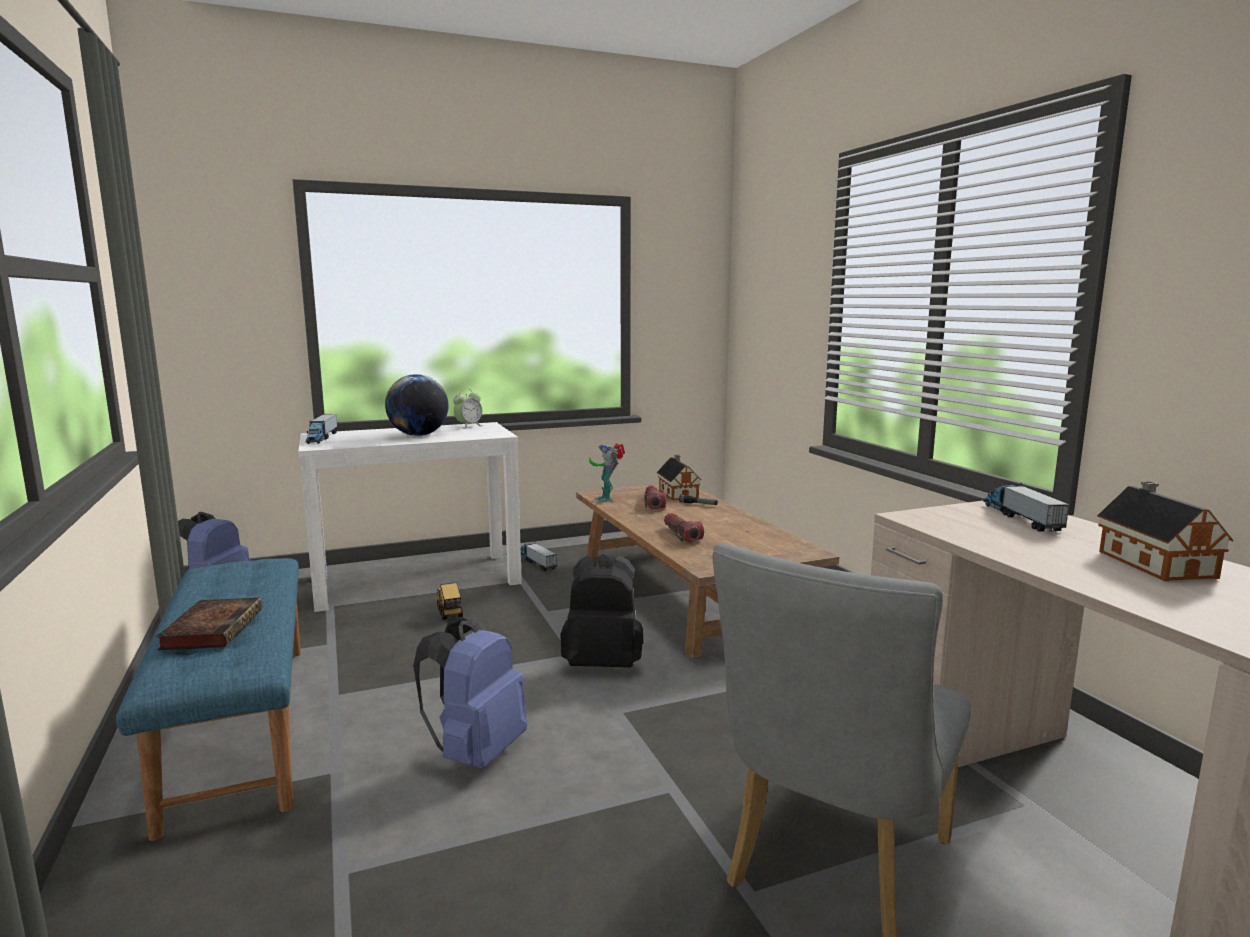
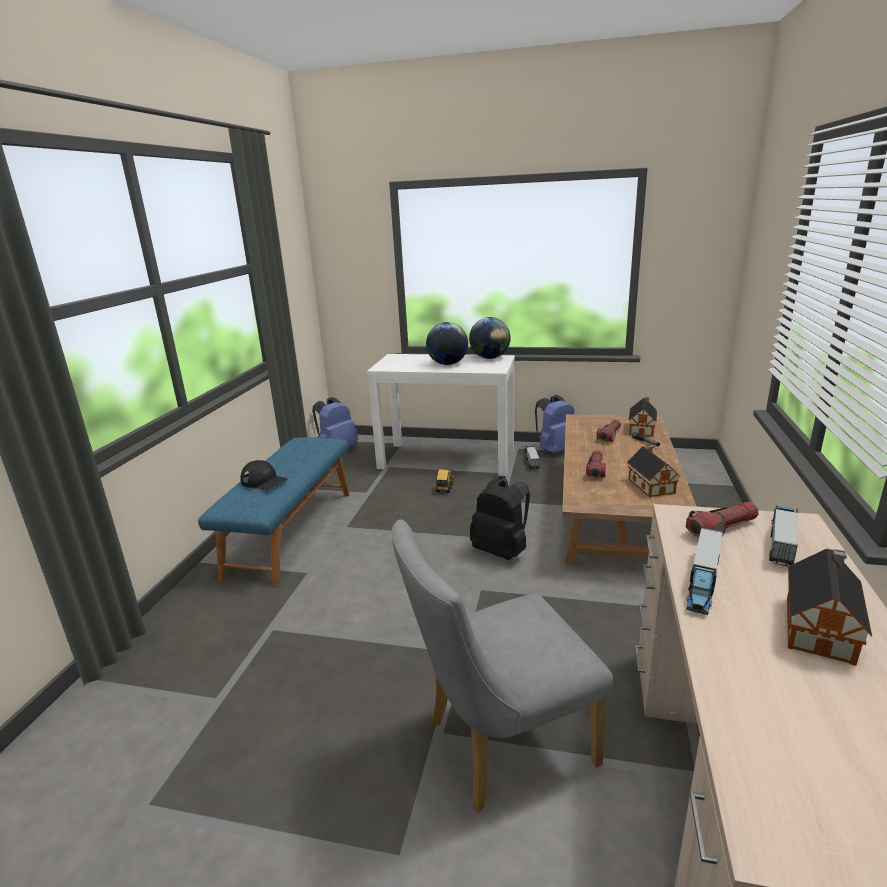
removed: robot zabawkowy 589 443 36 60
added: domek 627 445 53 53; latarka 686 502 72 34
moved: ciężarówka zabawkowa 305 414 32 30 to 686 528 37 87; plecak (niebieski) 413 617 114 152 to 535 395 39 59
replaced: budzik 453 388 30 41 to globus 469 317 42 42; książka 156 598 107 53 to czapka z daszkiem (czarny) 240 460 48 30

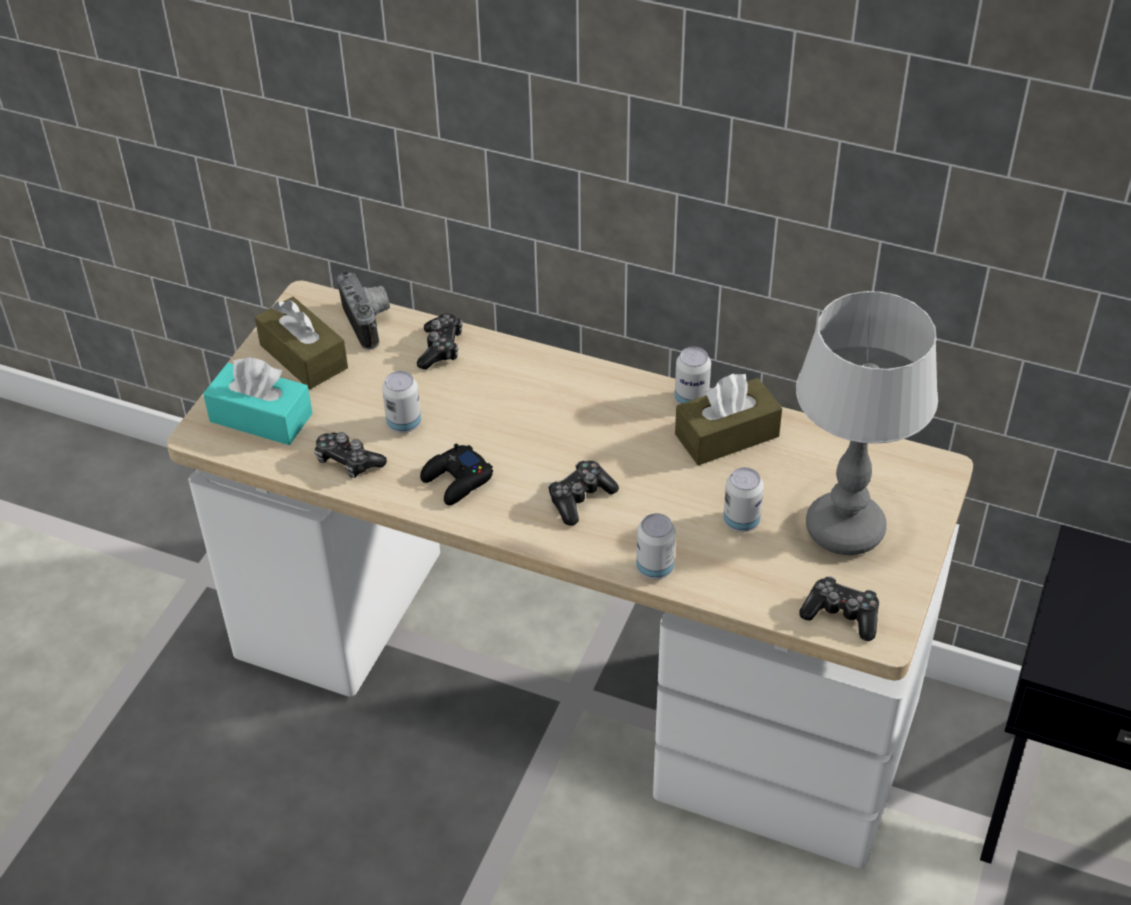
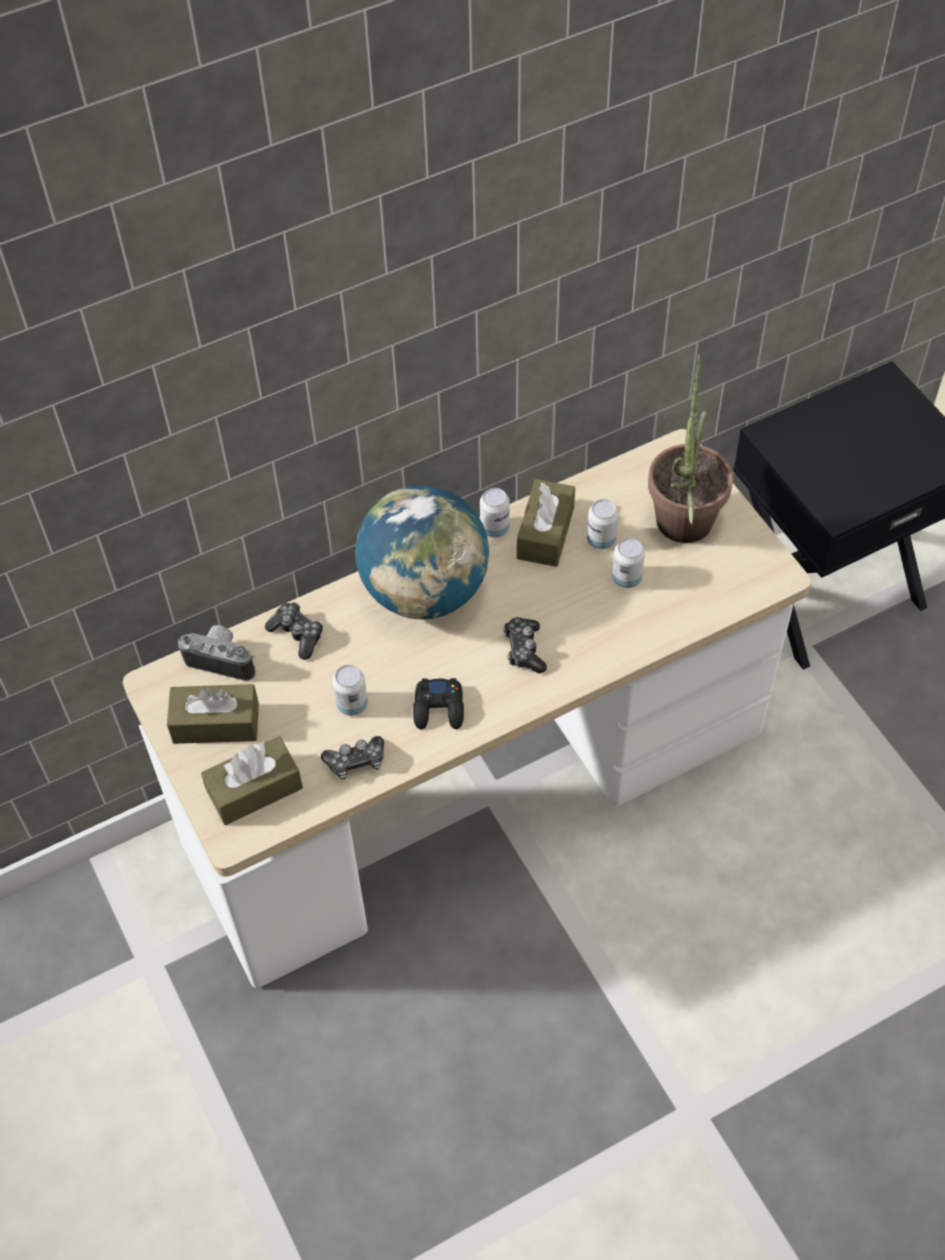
removed: pad do gier 799 576 80 65
added: globus 355 485 134 134
moved: puszka 636 513 40 66 to 587 499 32 50
replaced: lampa stołowa 796 291 142 264 to roślina doniczkowa 648 355 85 188
recoloured: pudełko chusteczek (turkusowy) 203 357 110 88 to pudełko chusteczek (brązowy) 201 736 102 89

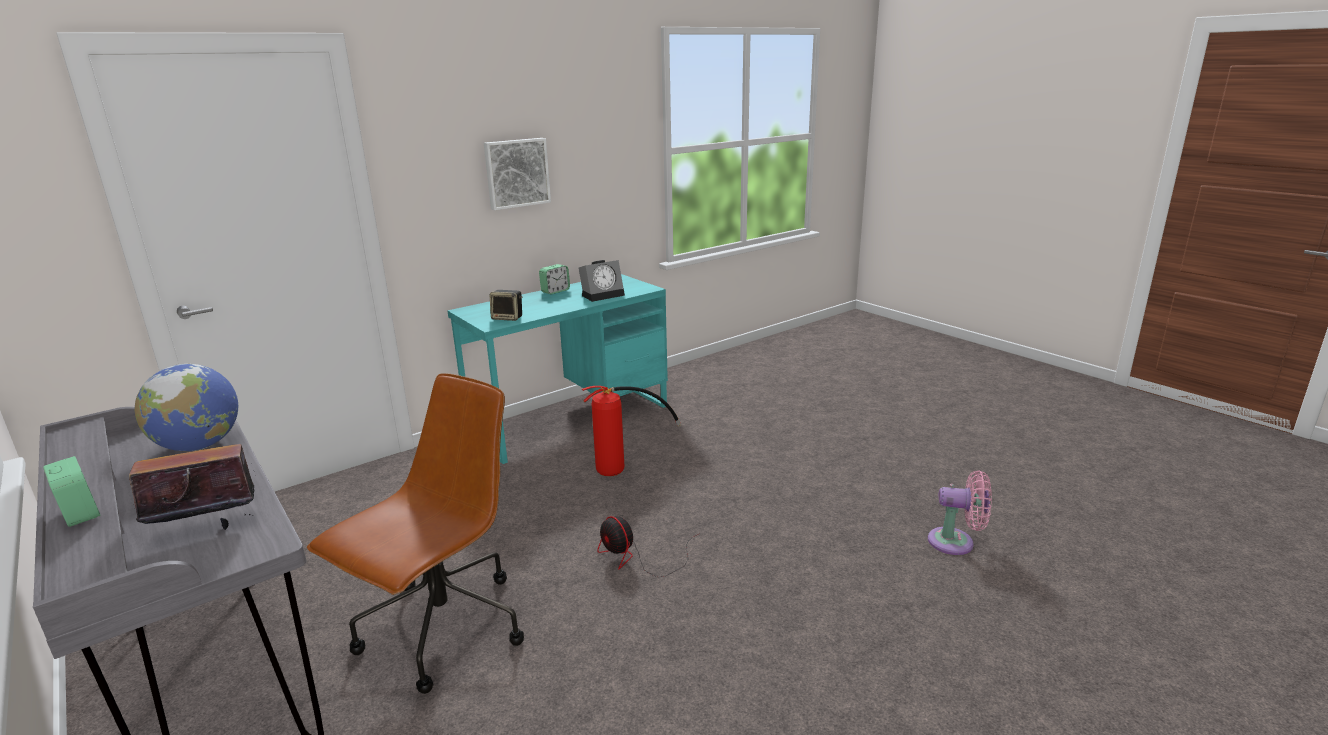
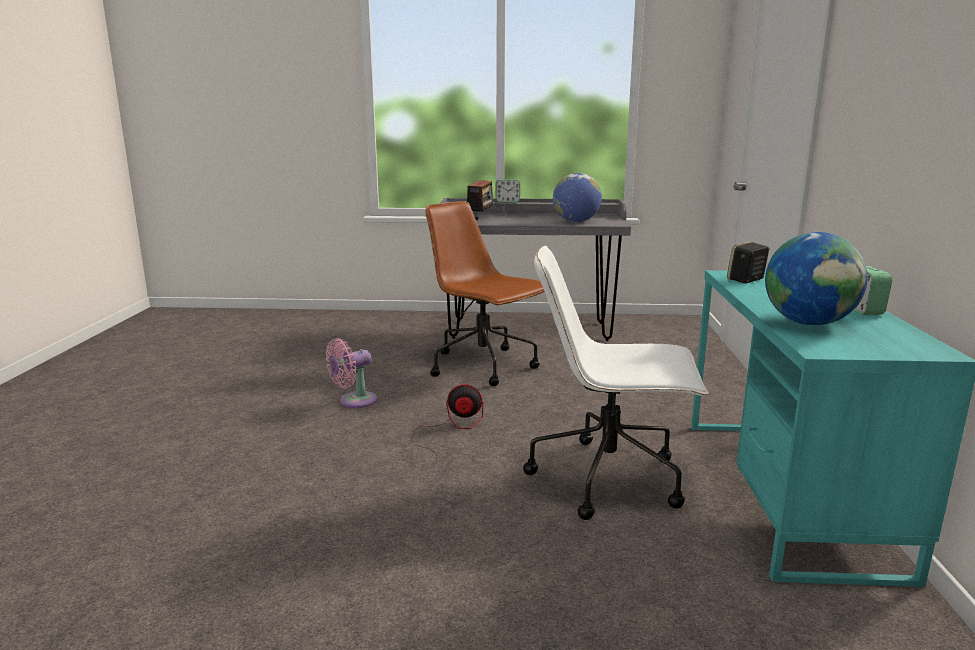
removed: obraz 484 138 67 72
moved: wentylator (różowy) 928 470 64 85 to 326 338 51 70
replaced: budzik 578 260 47 42 to globus 765 232 103 93; gaśnica 582 386 99 90 to krzesło biurowe (biały) 523 246 185 274
turned: krzesło biurowe (brązowy) 307 373 217 321 = 425 201 120 185 150 degrees clockwise

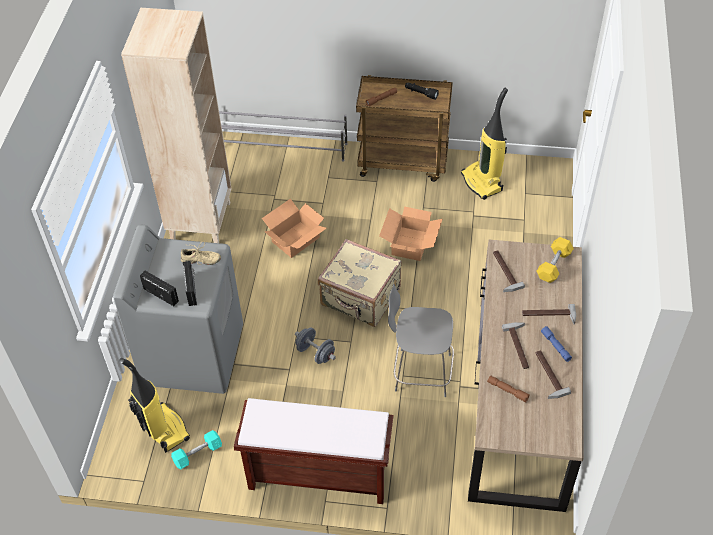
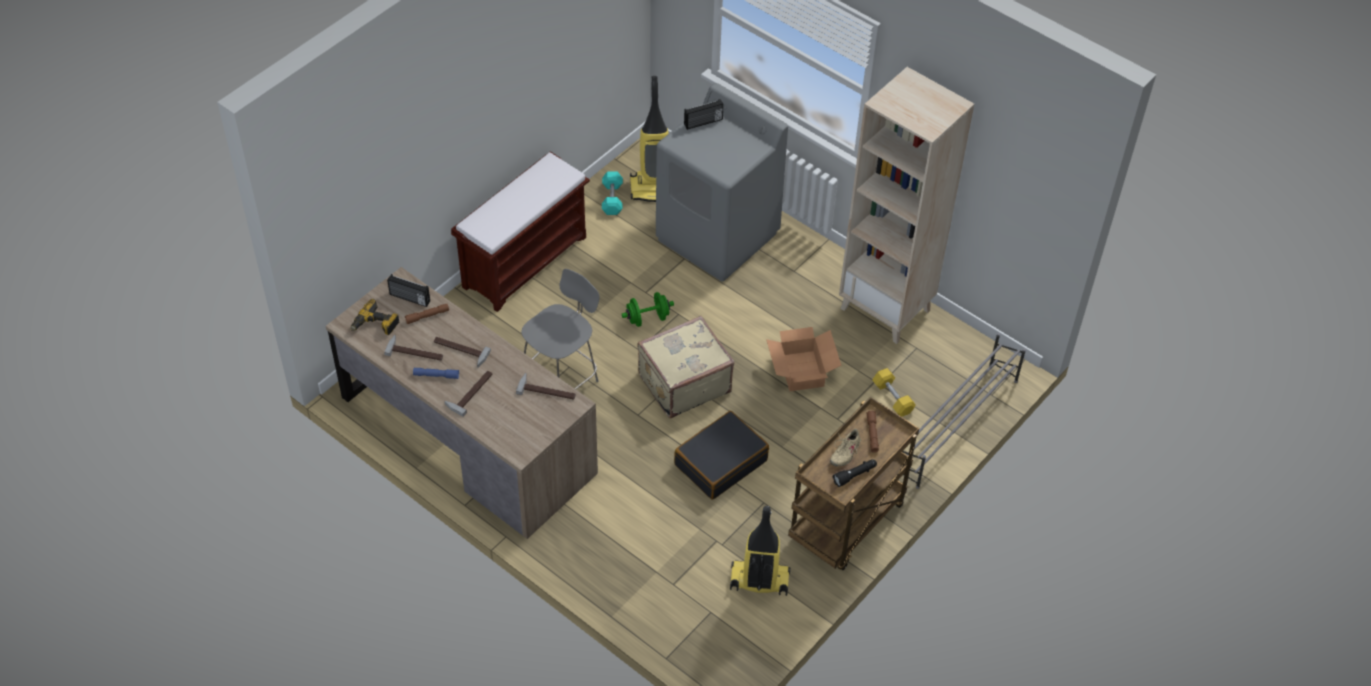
added: wiertarka 350 299 50 36
moved: hantel (żółty) 536 237 38 46 to 872 368 44 49; but (beżowy) 181 241 40 24 to 830 429 33 38; radio 183 261 14 45 to 387 274 43 33
replaced: karton 379 206 64 55 to walizka (czarny) 674 411 95 89
recoloured: hantel (szary) 295 328 41 36 to hantel (zielony) 622 292 52 35

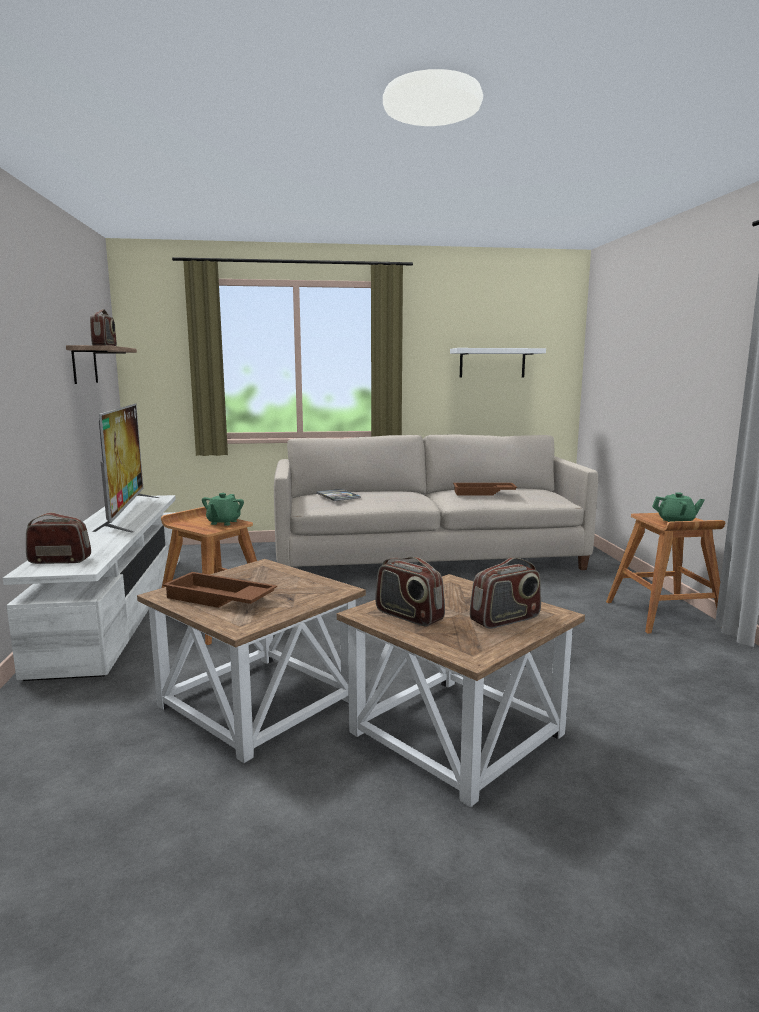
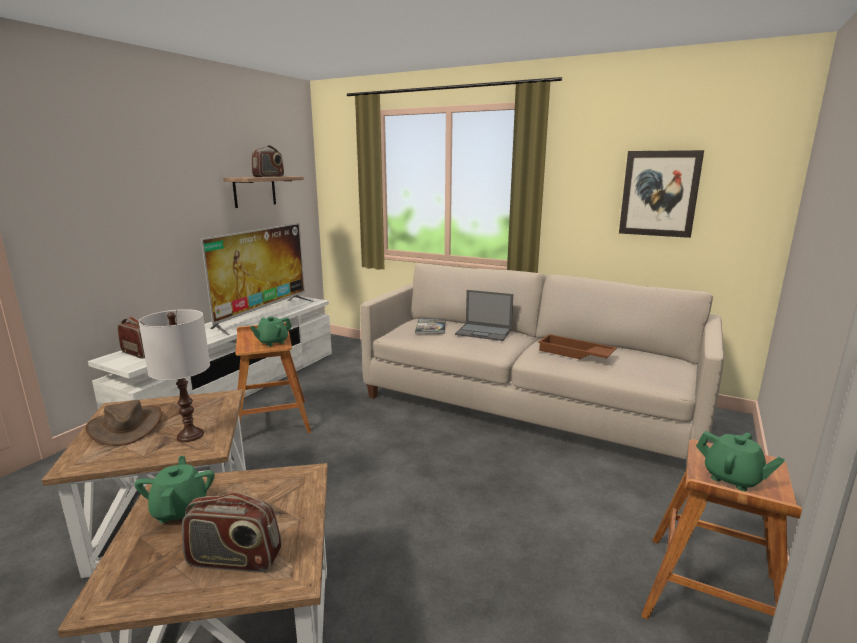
added: laptop 455 290 58 51; lampa stołowa (biały) 138 309 72 133
replaced: półka (biały) 450 348 96 30 to obraz 619 150 85 88; radio 375 557 70 69 to imbryk (zielony) 134 455 80 68; taca (brązowy) 163 572 114 36 to kapelusz (brązowy) 85 400 77 46

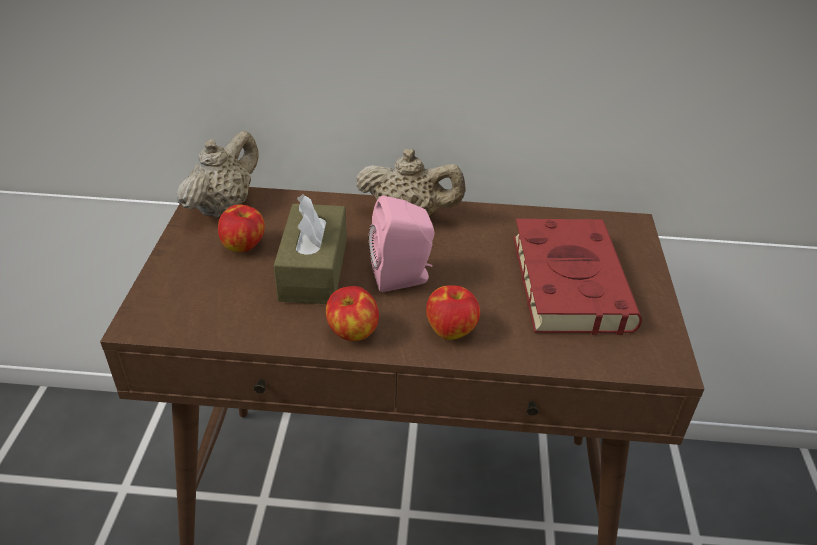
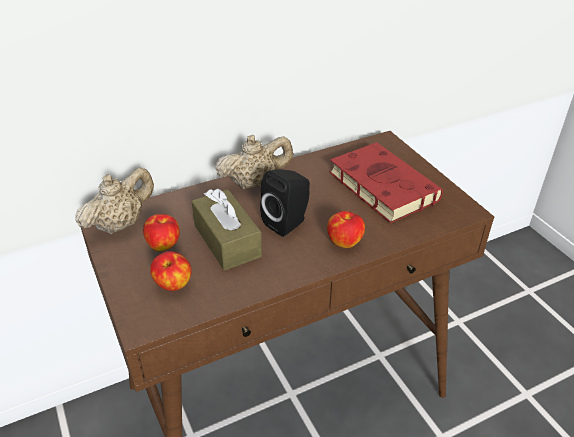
moved: jabłko 326 286 53 55 to 150 251 42 40
recoloured: głośnik (różowy) 369 196 66 96 to głośnik (czarny) 260 169 50 68
turned: imbryk (beżowy) 177 131 82 87 = 75 167 79 68 45 degrees clockwise

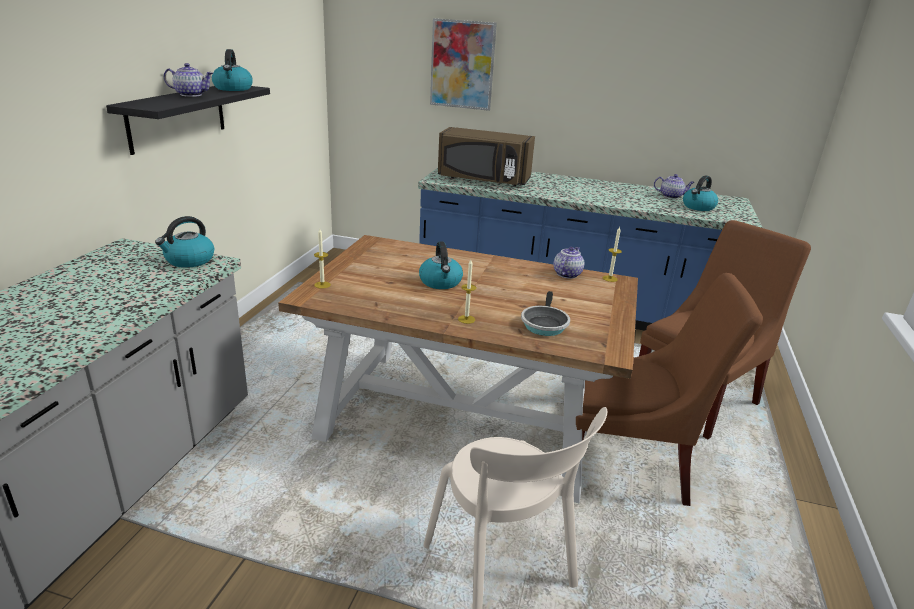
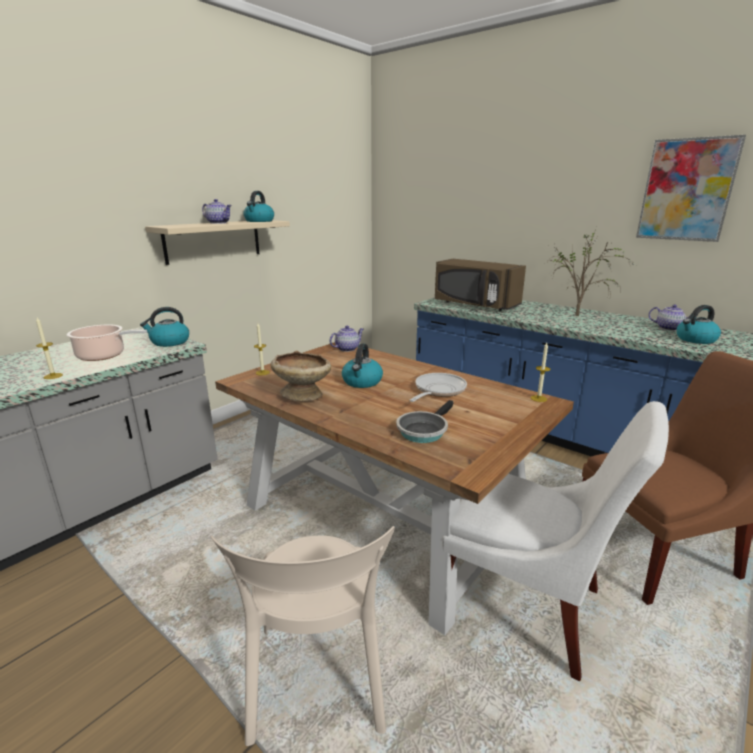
added: roślina doniczkowa 551 232 85 84; garnek 67 325 80 36; miska (beżowy) 270 350 61 51; patelnia 409 373 58 29
moved: obraz 430 18 67 93 to 636 135 110 107; imbryk 553 247 31 32 to 329 326 34 26; świeca 458 260 18 64 to 36 317 27 62
recoloured: półka (czarny) 106 86 164 69 to półka (beżowy) 145 220 145 45; krzesło (brązowy) 576 273 187 233 to krzesło (biały) 442 401 227 280

